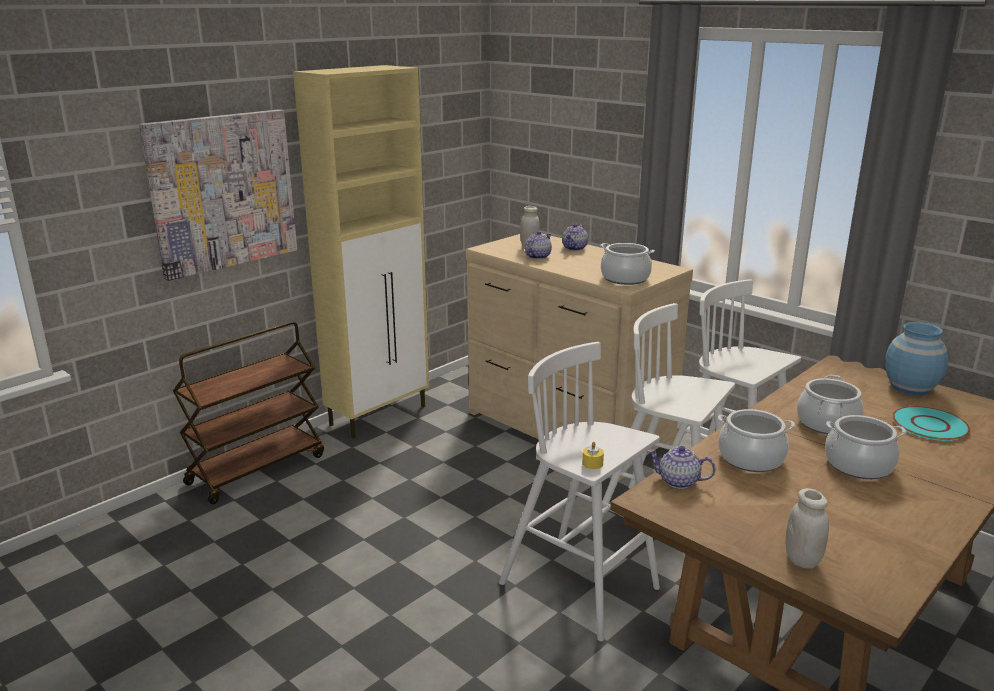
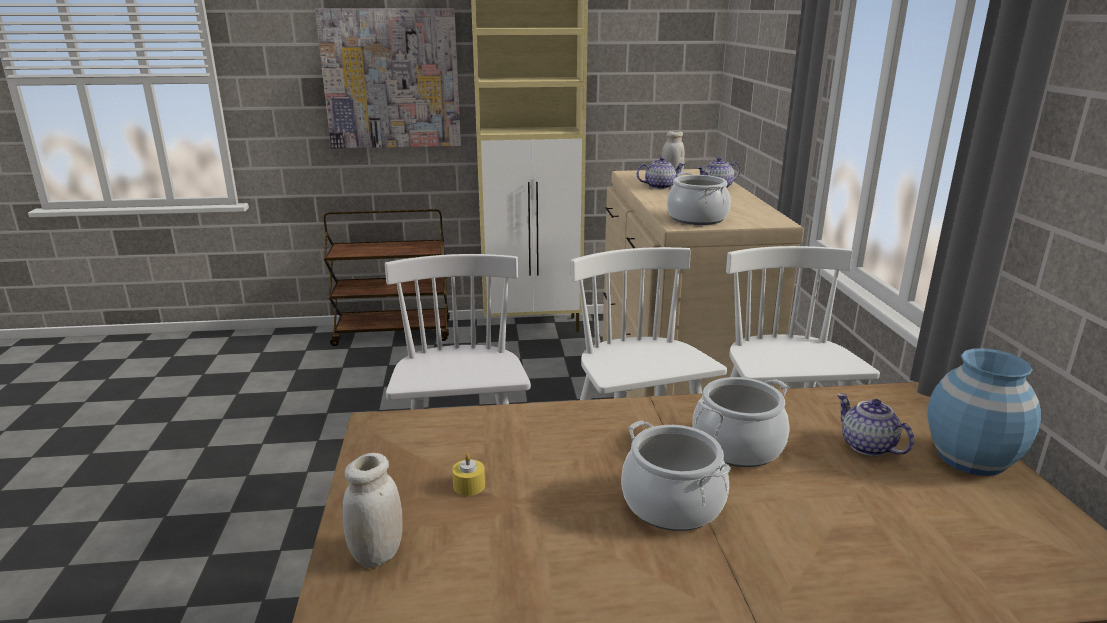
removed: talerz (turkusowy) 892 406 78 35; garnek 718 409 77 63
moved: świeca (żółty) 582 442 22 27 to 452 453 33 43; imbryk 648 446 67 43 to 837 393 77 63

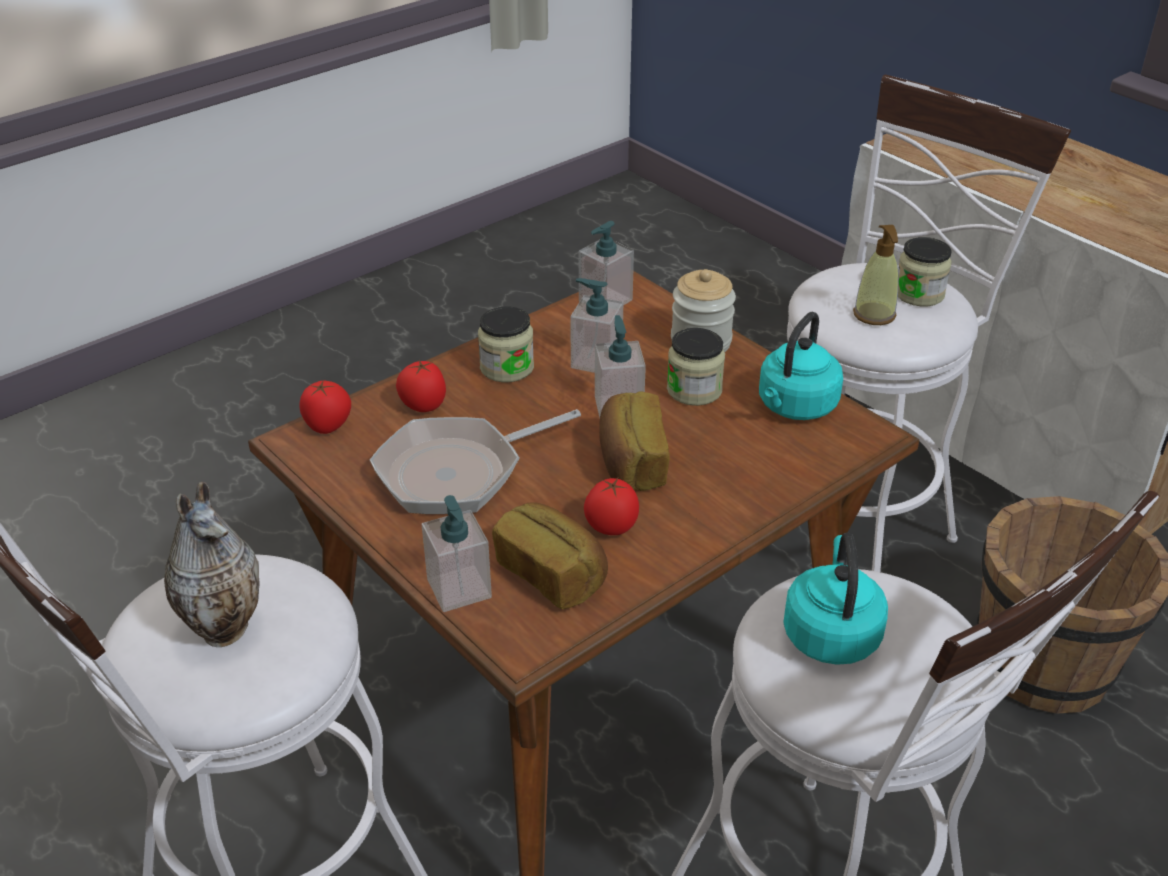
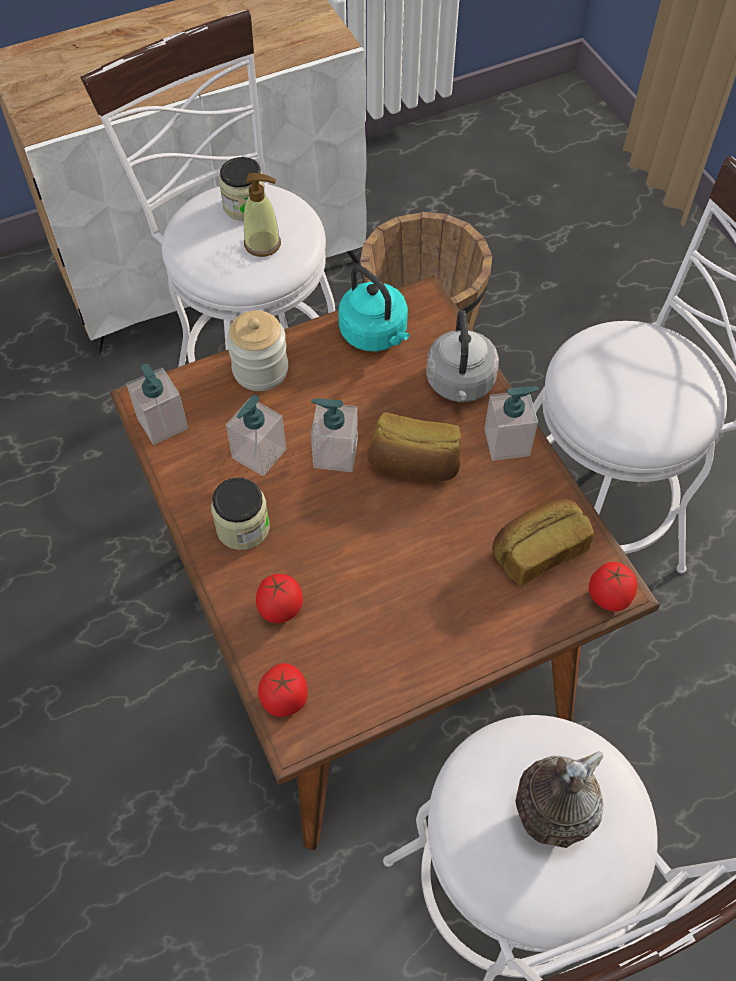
removed: słoik 667 328 58 78; patelnia 370 409 211 105; czajnik (turkusowy) 783 533 105 132
added: czajnik (szary) 426 310 73 92
moved: pomidor 584 478 55 57 to 589 562 48 49; dozownik mydła 422 495 70 117 to 484 386 55 75

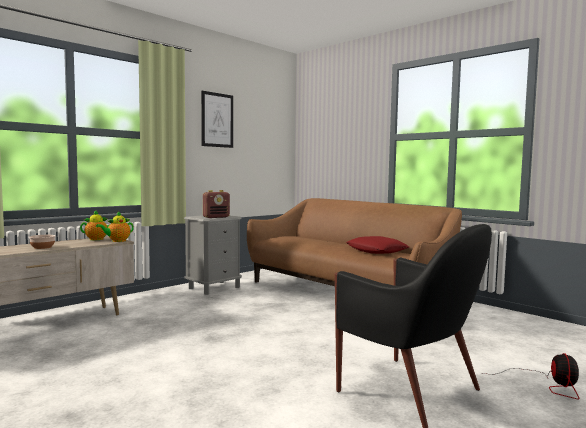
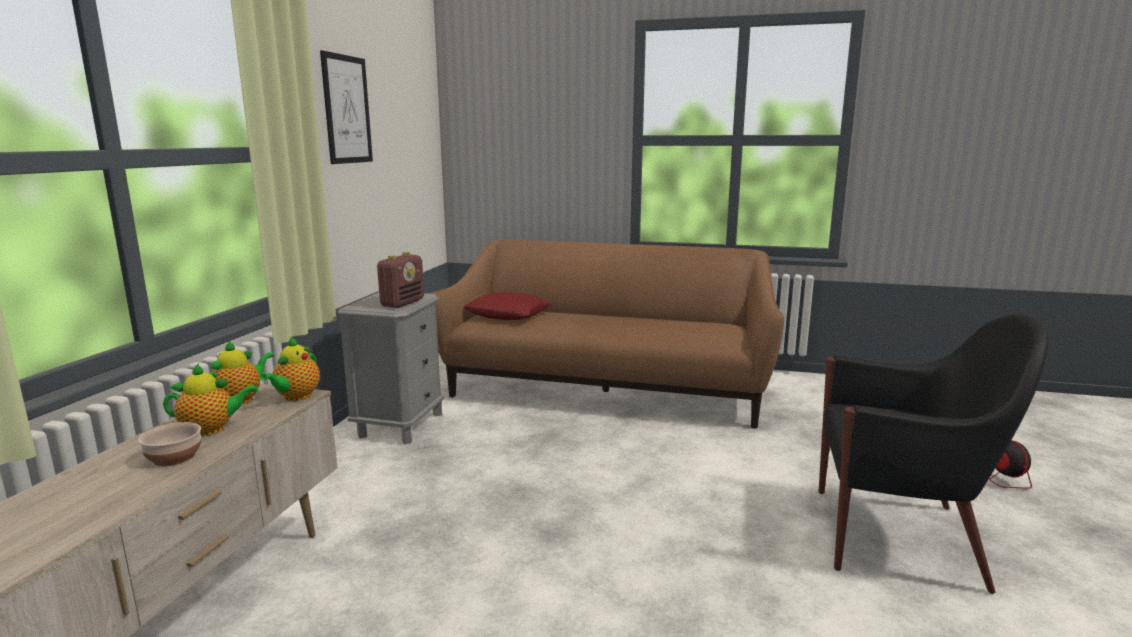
added: imbryk 163 363 96 73
moved: poduszka (czerwony) 346 236 63 18 to 463 292 89 28

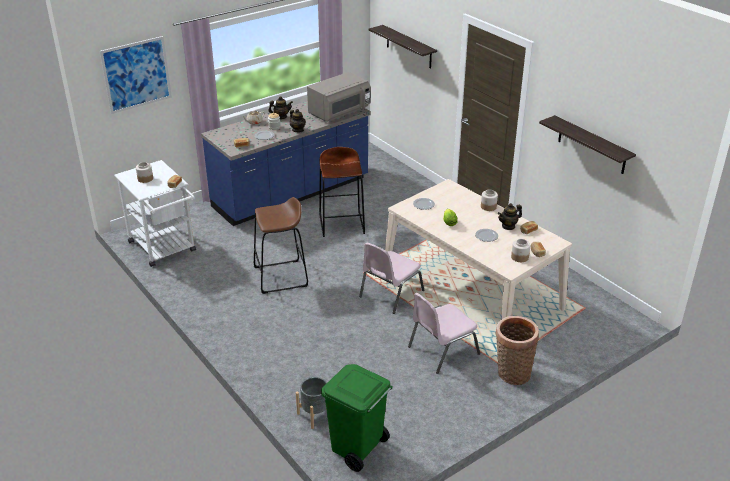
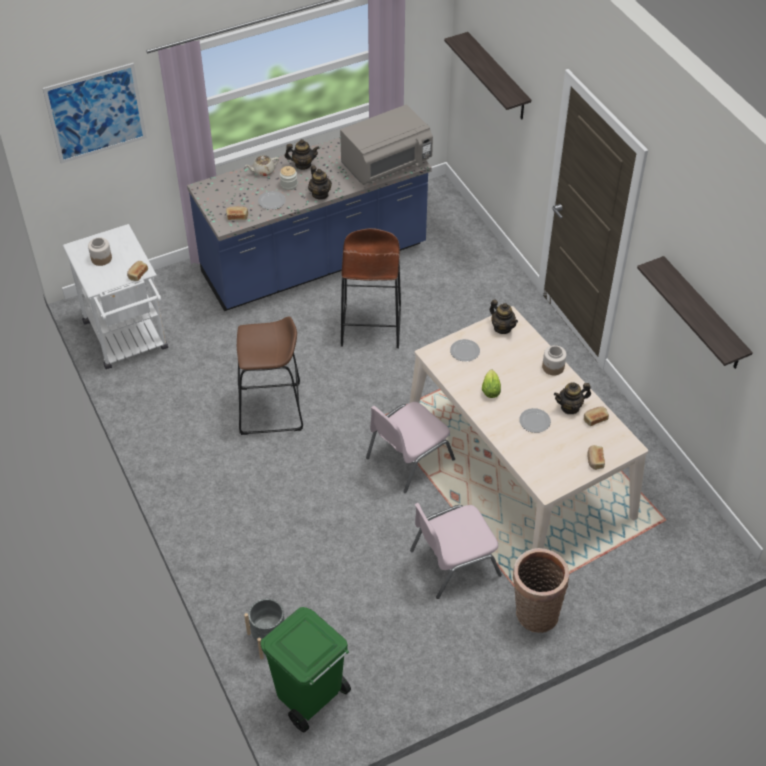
removed: słoik 511 239 19 23
added: imbryk 490 300 28 34

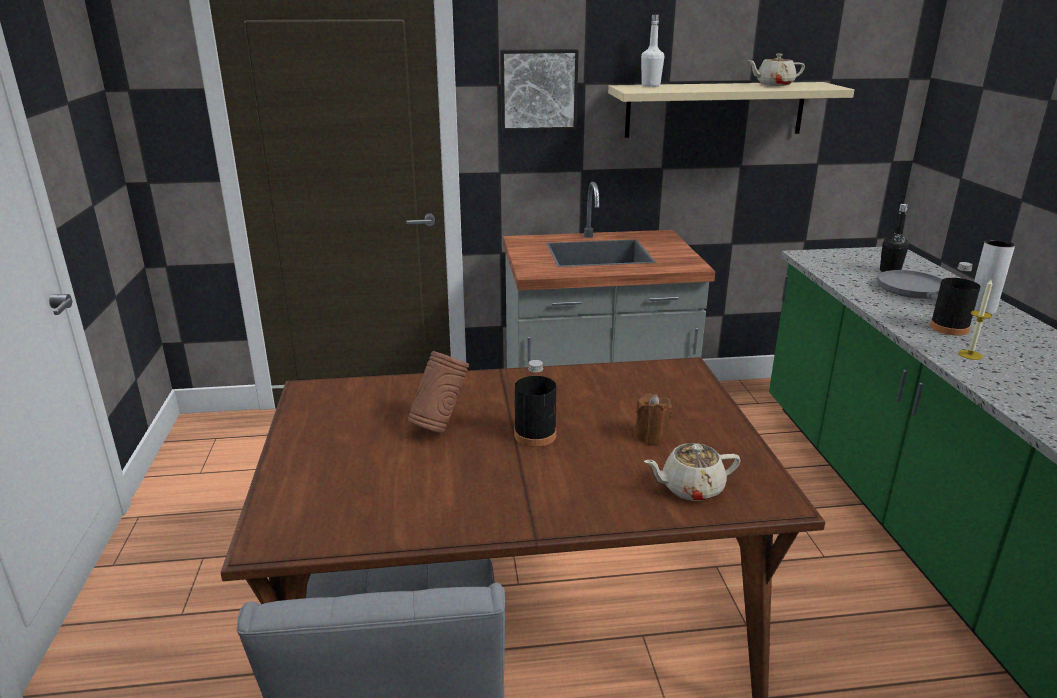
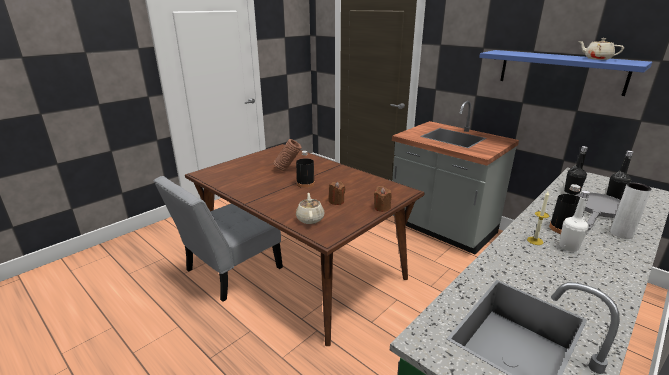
removed: obraz 500 49 79 82
added: butelka (czarny) 564 146 24 49; świeca (brązowy) 374 186 18 26
moved: butelka (biały) 641 15 23 72 to 559 190 31 62
recoloured: półka (beżowy) 608 82 246 56 to półka (niebieski) 479 50 173 46
turned: imbryk (beżowy) 644 443 97 58 = 296 193 28 31 45 degrees clockwise

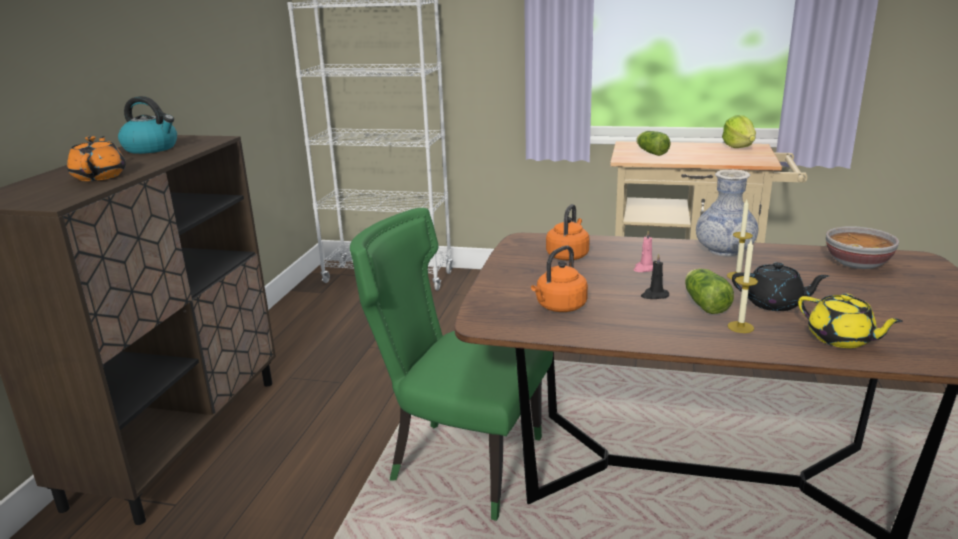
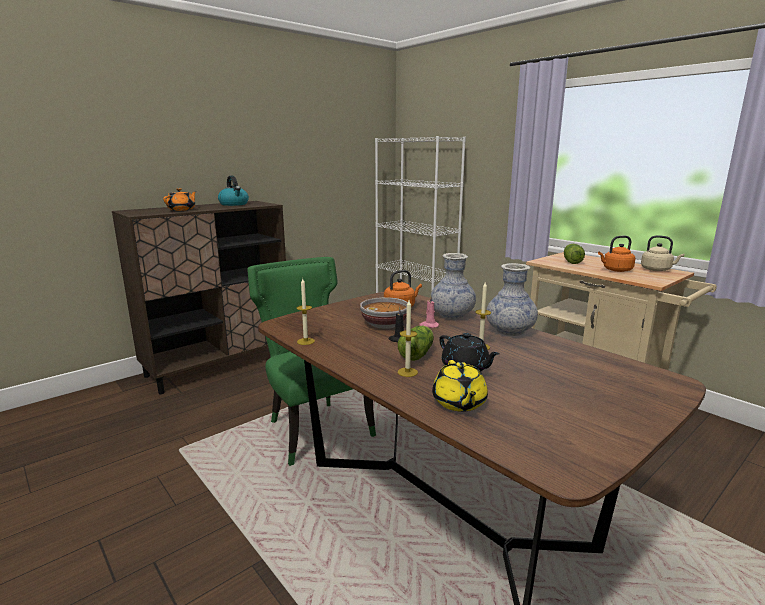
added: wazon 431 253 45 66; świeca 297 279 18 66
moved: miska 826 226 73 43 to 360 297 48 32; czajnik (pomarańczowy) 531 246 57 66 to 598 236 37 36
replaced: sałata 722 115 34 33 to czajnik (beżowy) 641 235 43 36

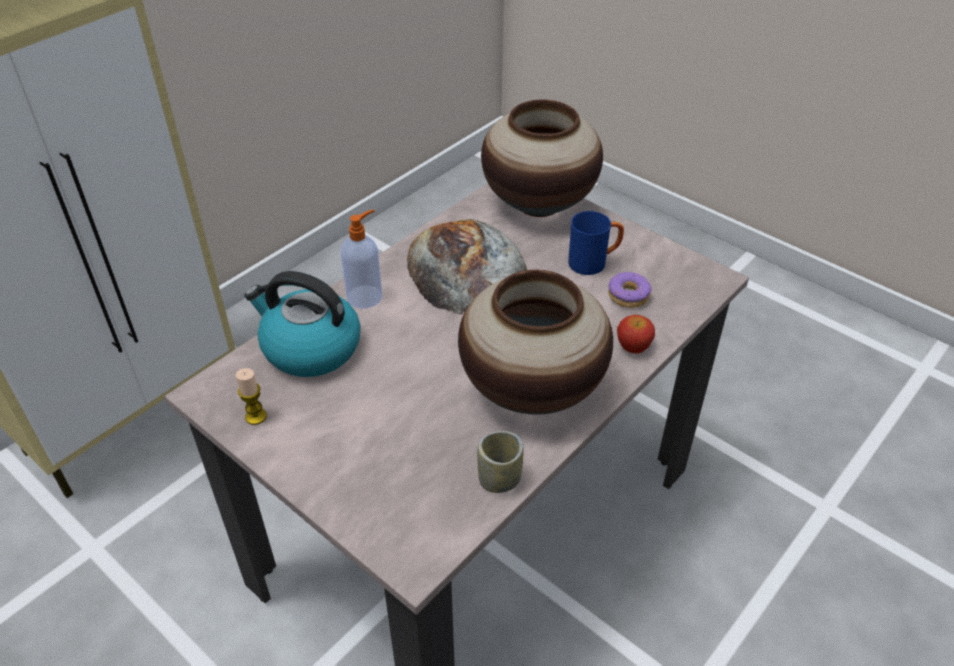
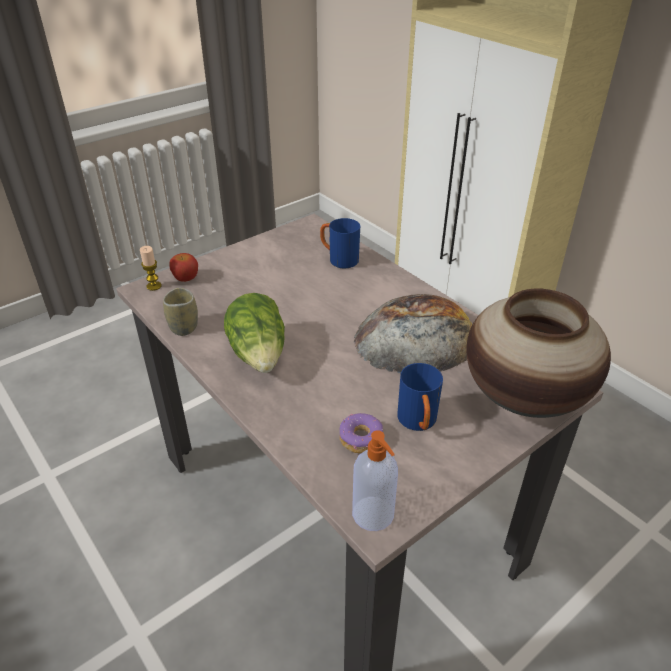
moved: dozownik mydła 341 209 41 100 to 352 430 46 101; jabłko 617 315 38 39 to 169 253 29 29; świeca 236 368 31 57 to 140 246 22 45
replaced: wazon 458 270 155 145 to sałata 224 293 61 80; czajnik 245 271 116 106 to kubek (niebieski) 320 218 40 50

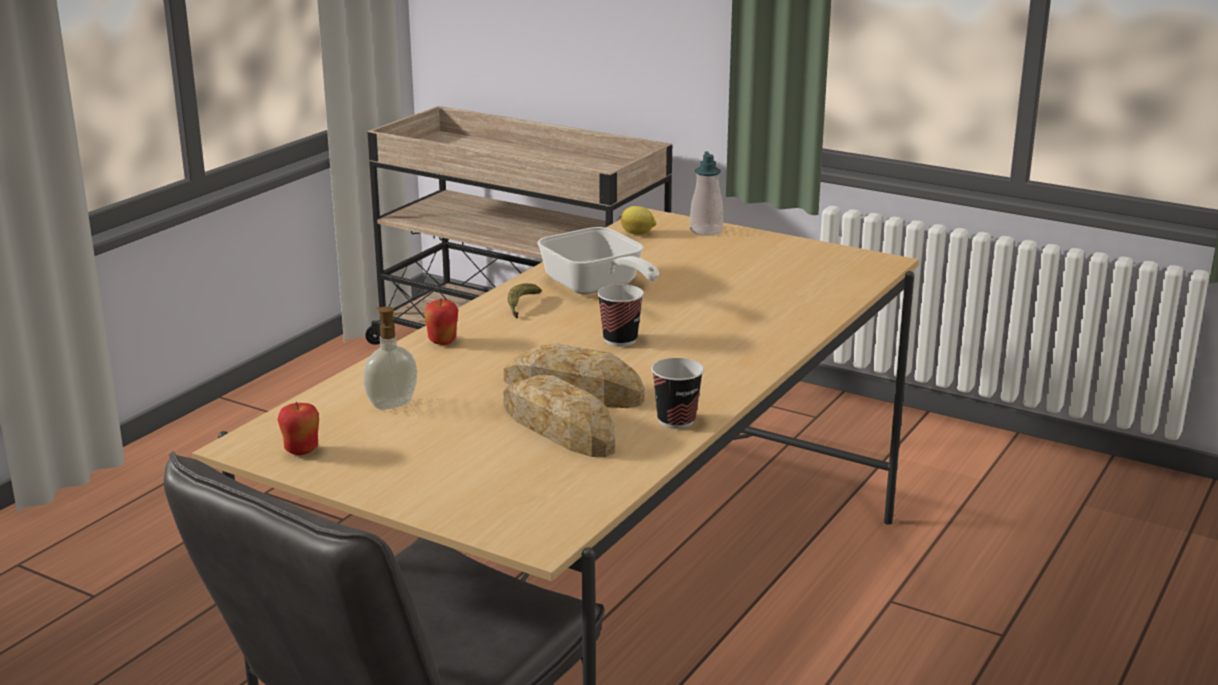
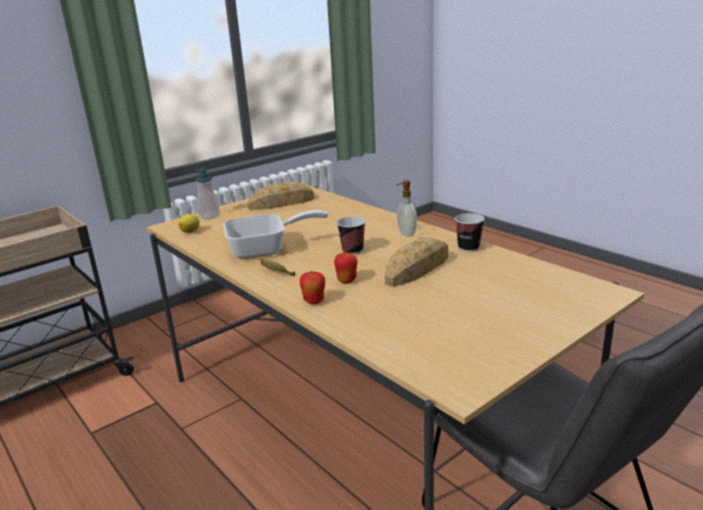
moved: dozownik mydła 363 306 54 104 to 396 180 21 57; chleb 503 375 112 82 to 247 181 68 29; jabłko 278 401 41 54 to 334 252 24 32

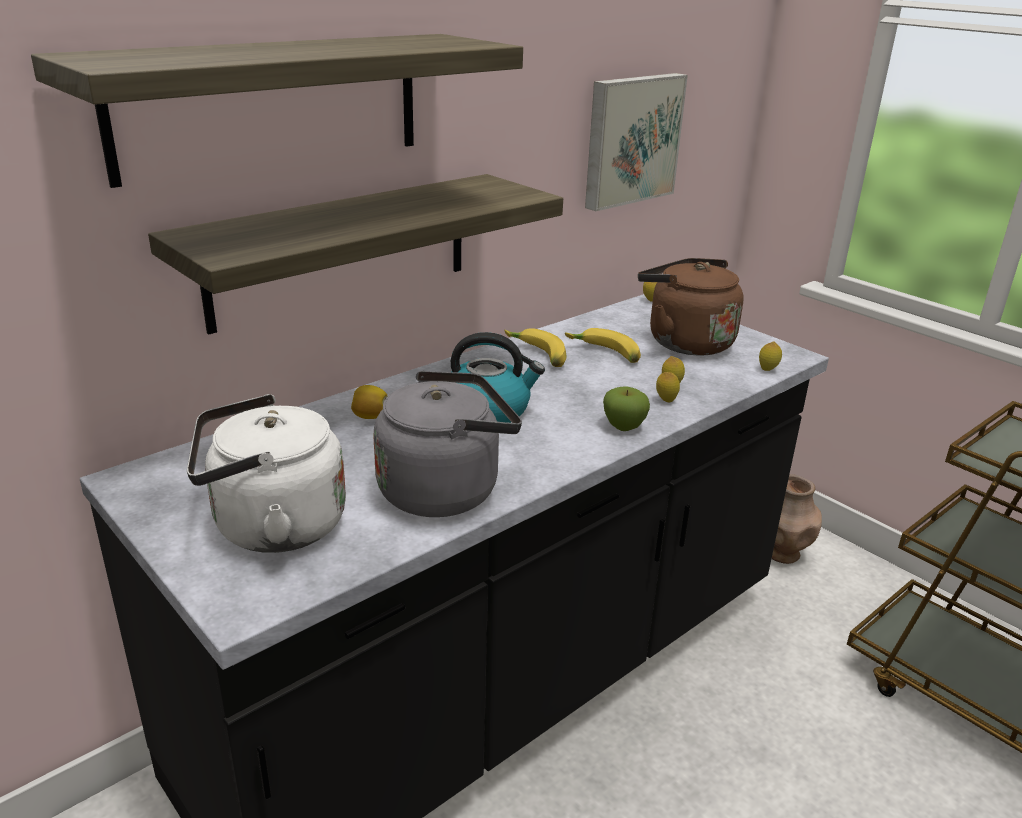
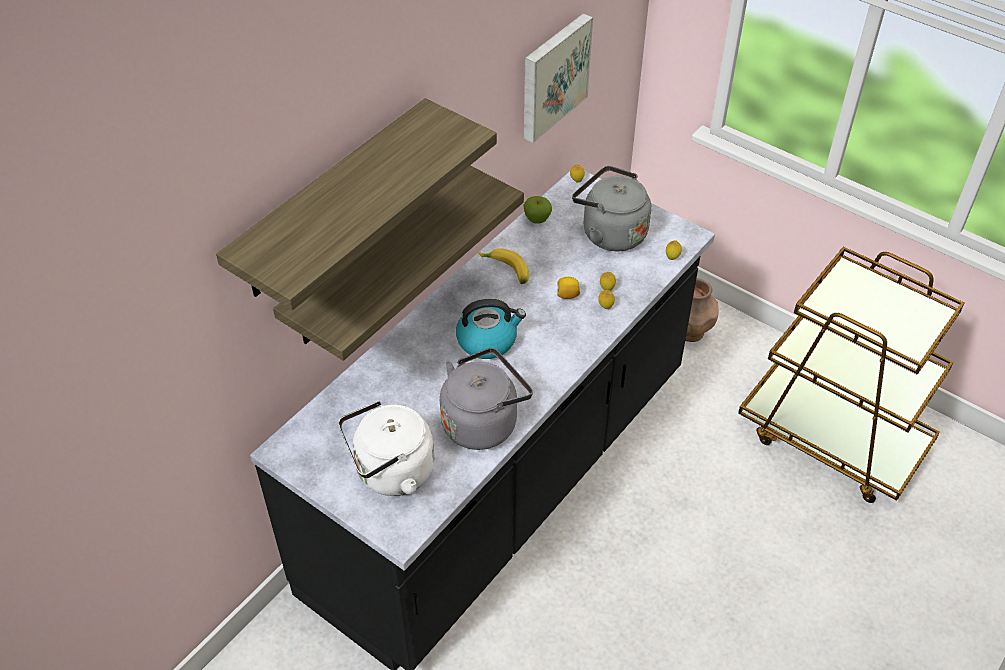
removed: banan 565 328 76 35
moved: cytryna 351 385 37 34 to 557 277 23 22; jabłko 603 386 47 45 to 524 196 28 28
recoloured: czajnik (brązowy) 638 258 106 97 to czajnik (szary) 572 166 79 85

